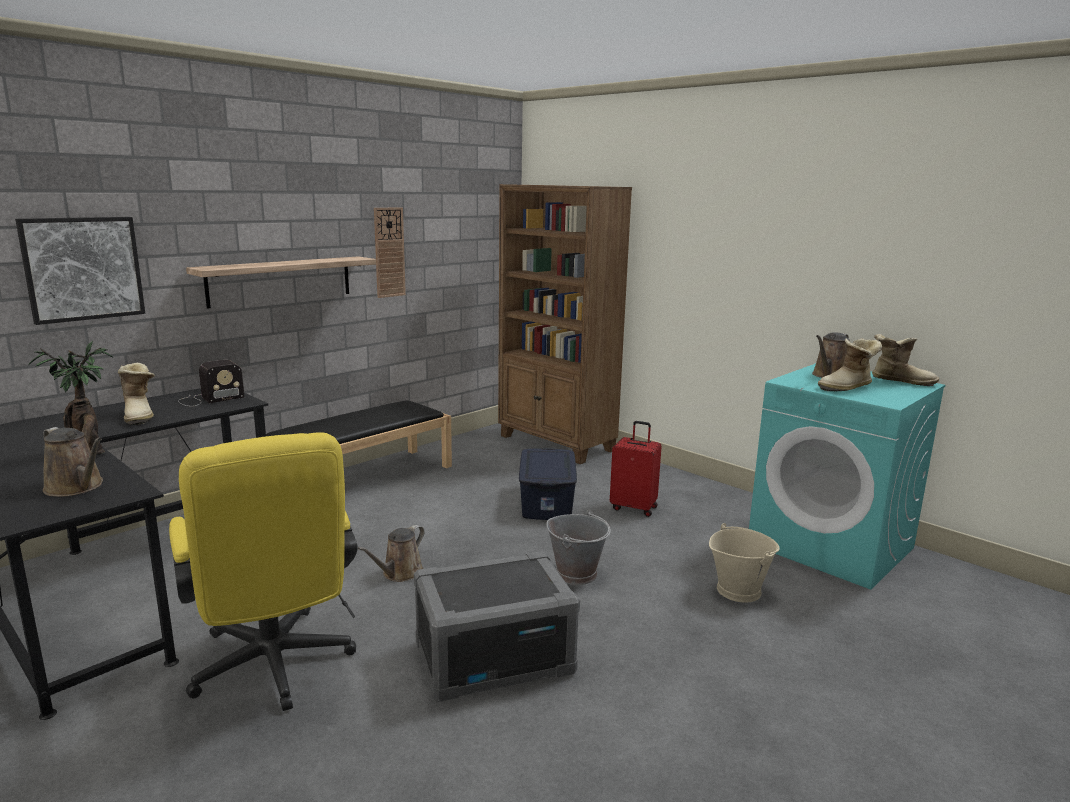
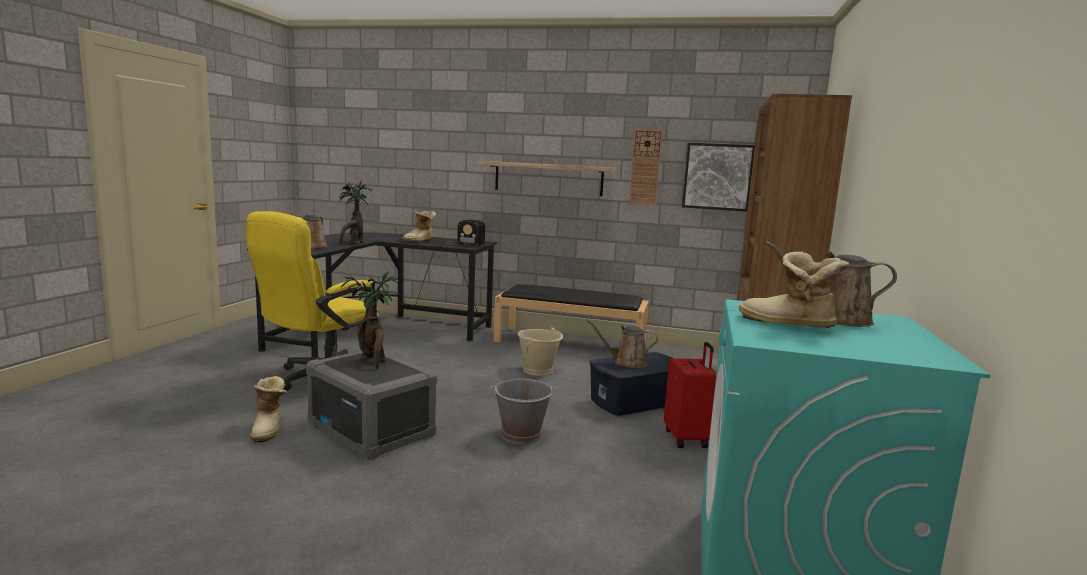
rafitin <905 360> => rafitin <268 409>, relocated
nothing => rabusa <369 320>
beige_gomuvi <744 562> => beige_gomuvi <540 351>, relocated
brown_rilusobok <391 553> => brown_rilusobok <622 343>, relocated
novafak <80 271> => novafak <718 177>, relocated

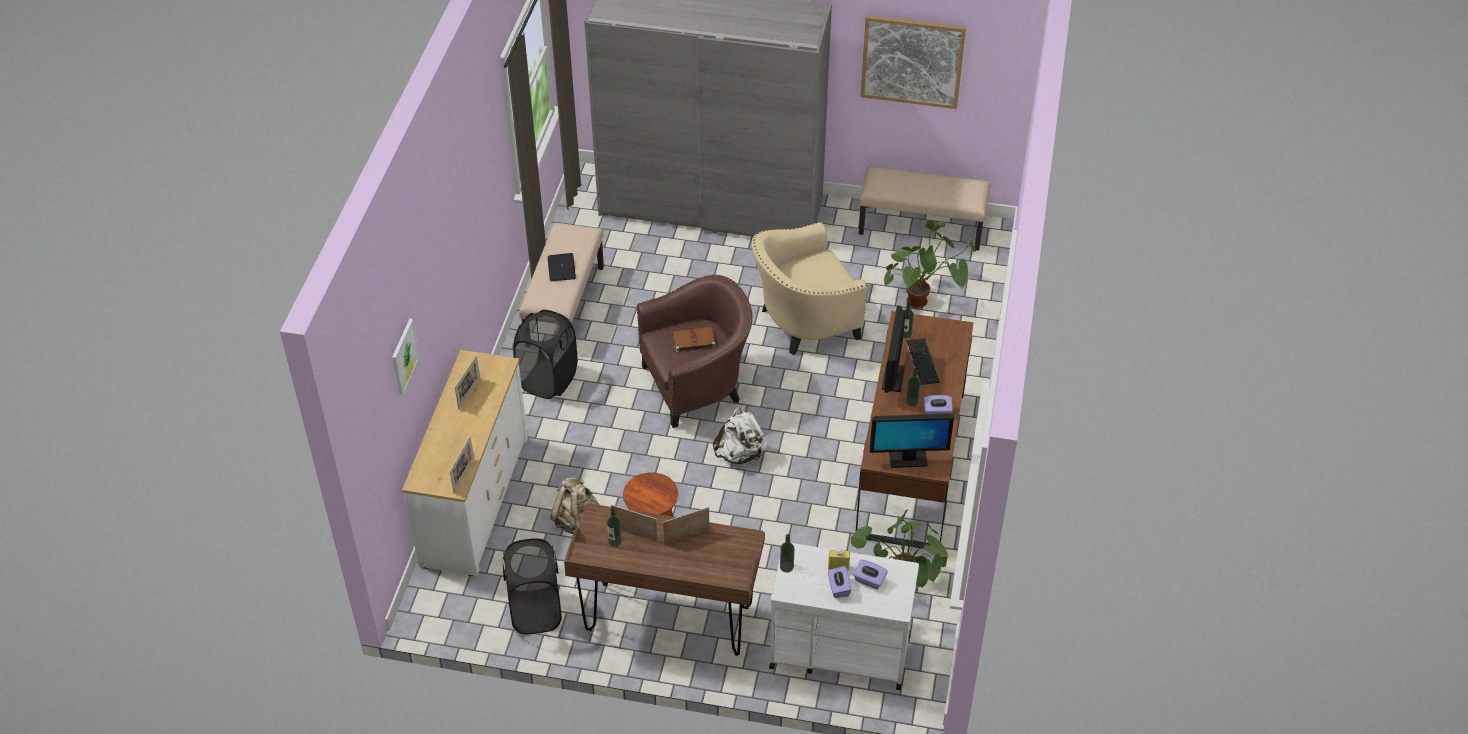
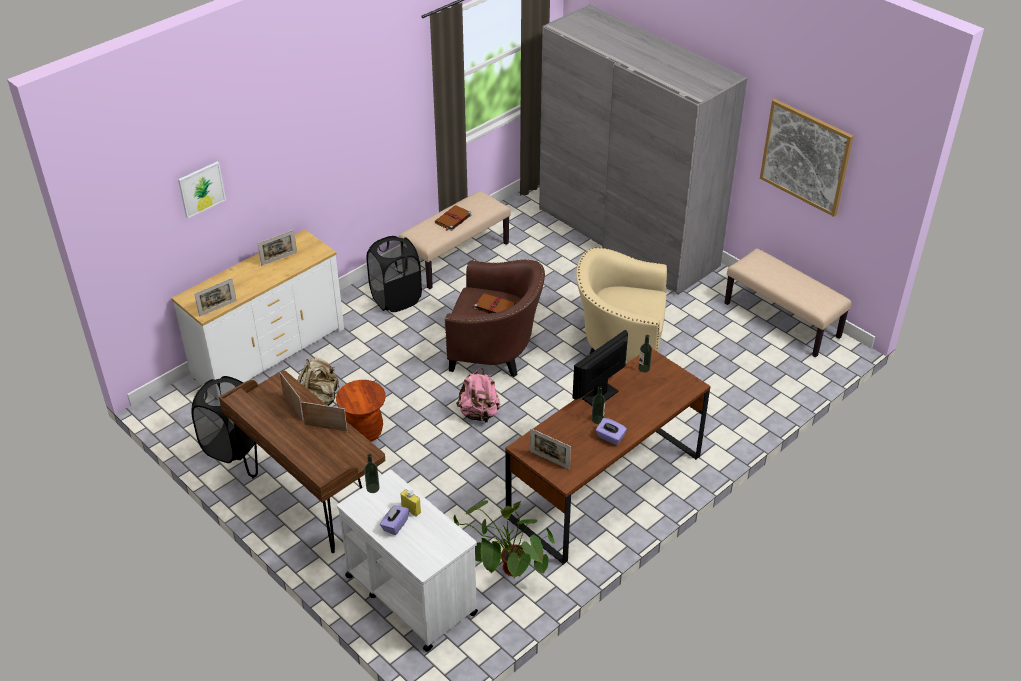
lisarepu <562 267> => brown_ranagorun <453 218>
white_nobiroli <740 435> => pink_nobiroli <478 395>
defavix <912 441> => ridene <550 449>
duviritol <614 527> => nothing
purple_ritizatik <870 574> => nothing
rabusa <930 264> => nothing
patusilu <923 361> => nothing

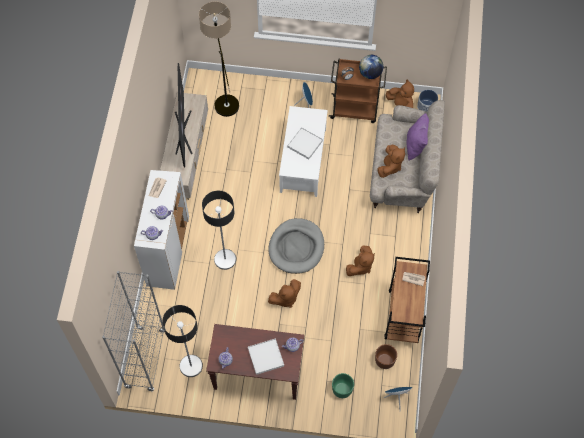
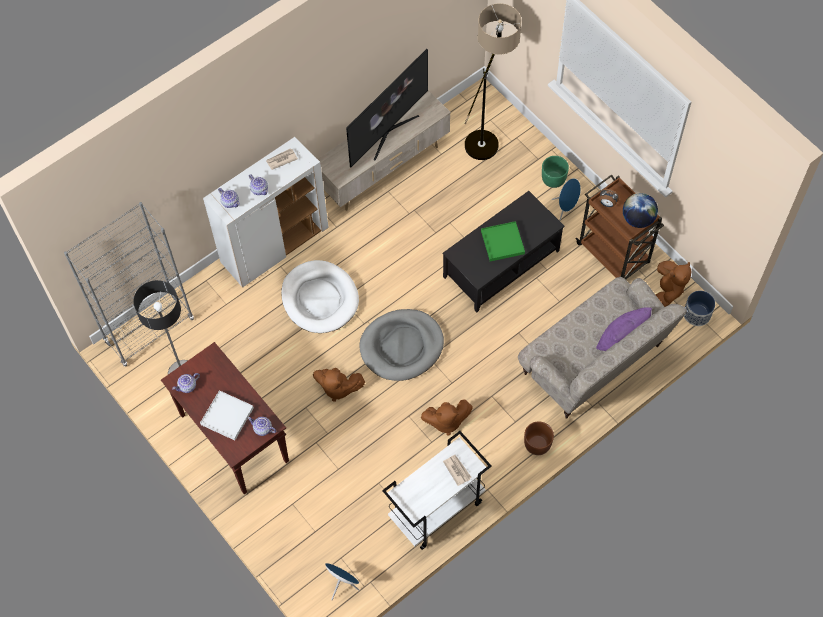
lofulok <219 230> => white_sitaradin <320 296>
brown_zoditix <407 300> => white_zoditix <437 490>
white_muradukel <303 151> => black_muradukel <503 252>
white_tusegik <305 143> => green_tusegik <503 241>
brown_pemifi <386 356> => brown_pemifi <539 438>, relocated
green_pemifi <343 385> => green_pemifi <555 172>, relocated
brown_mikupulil <391 161> => nothing

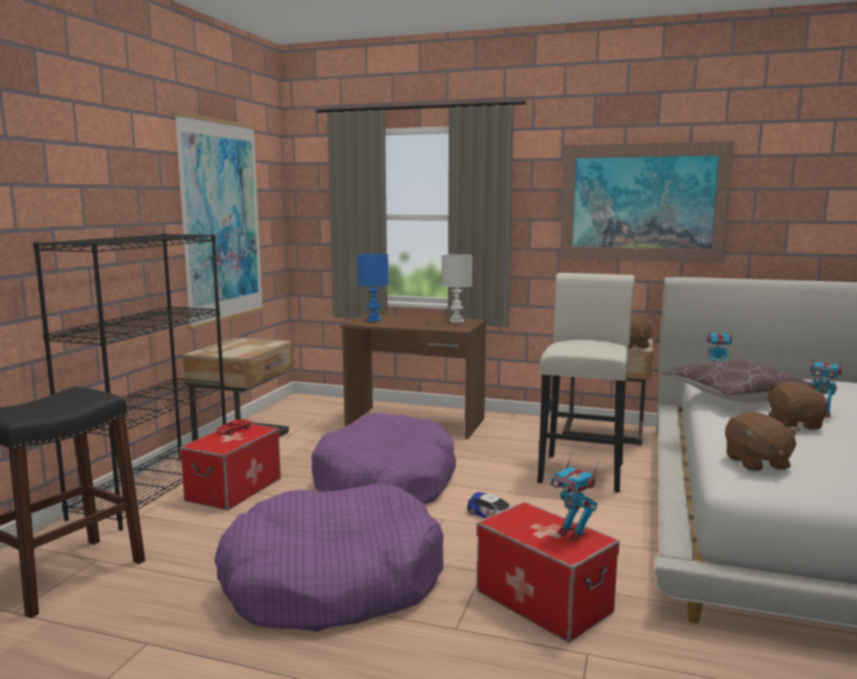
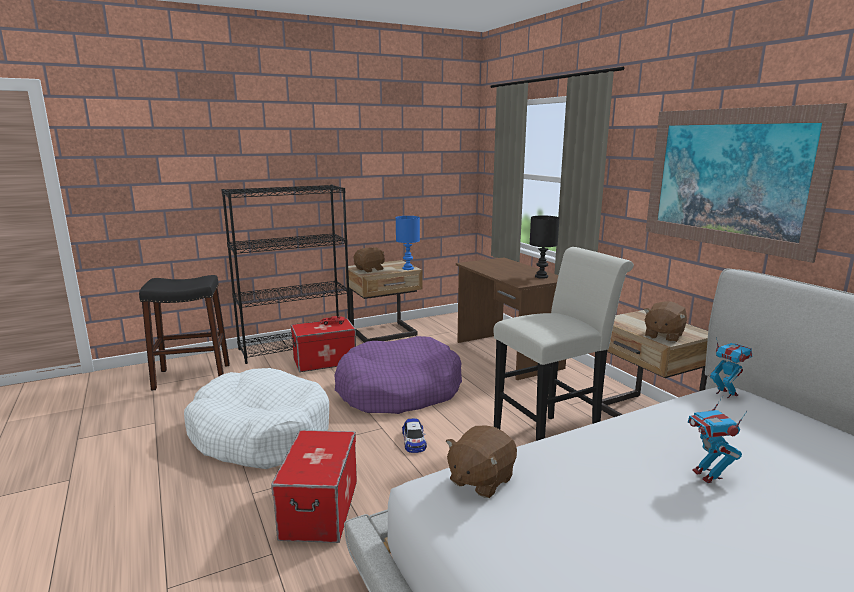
purple_sitaradin <329 558> => white_sitaradin <256 418>
brown_mikupulil <796 405> => brown_mikupulil <369 259>, relocated
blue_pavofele <373 288> => blue_pavofele <408 243>, relocated
white_pavofele <457 288> => black_pavofele <544 247>
novafak <219 220> => nothing
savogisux <574 496> => nothing
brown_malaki <739 381> => nothing

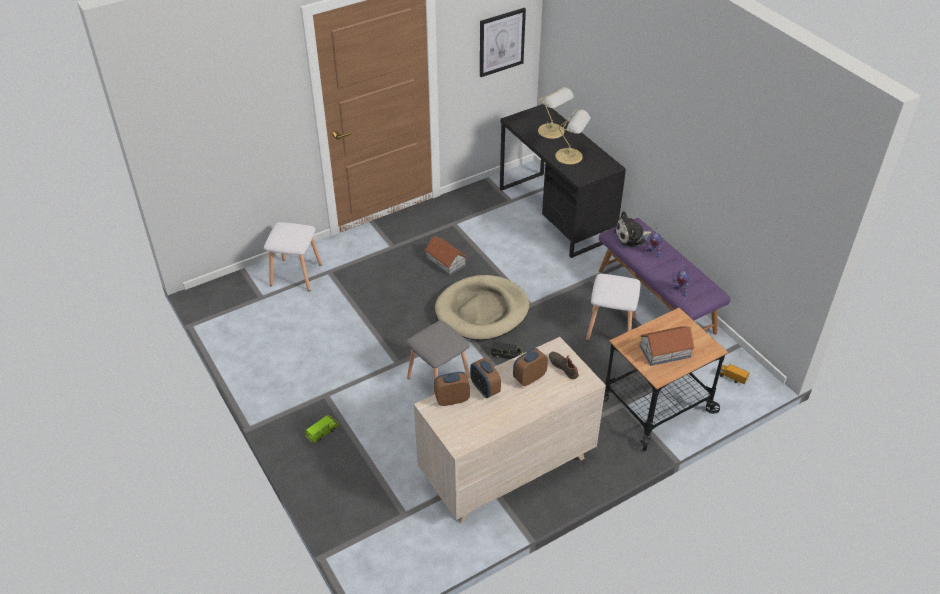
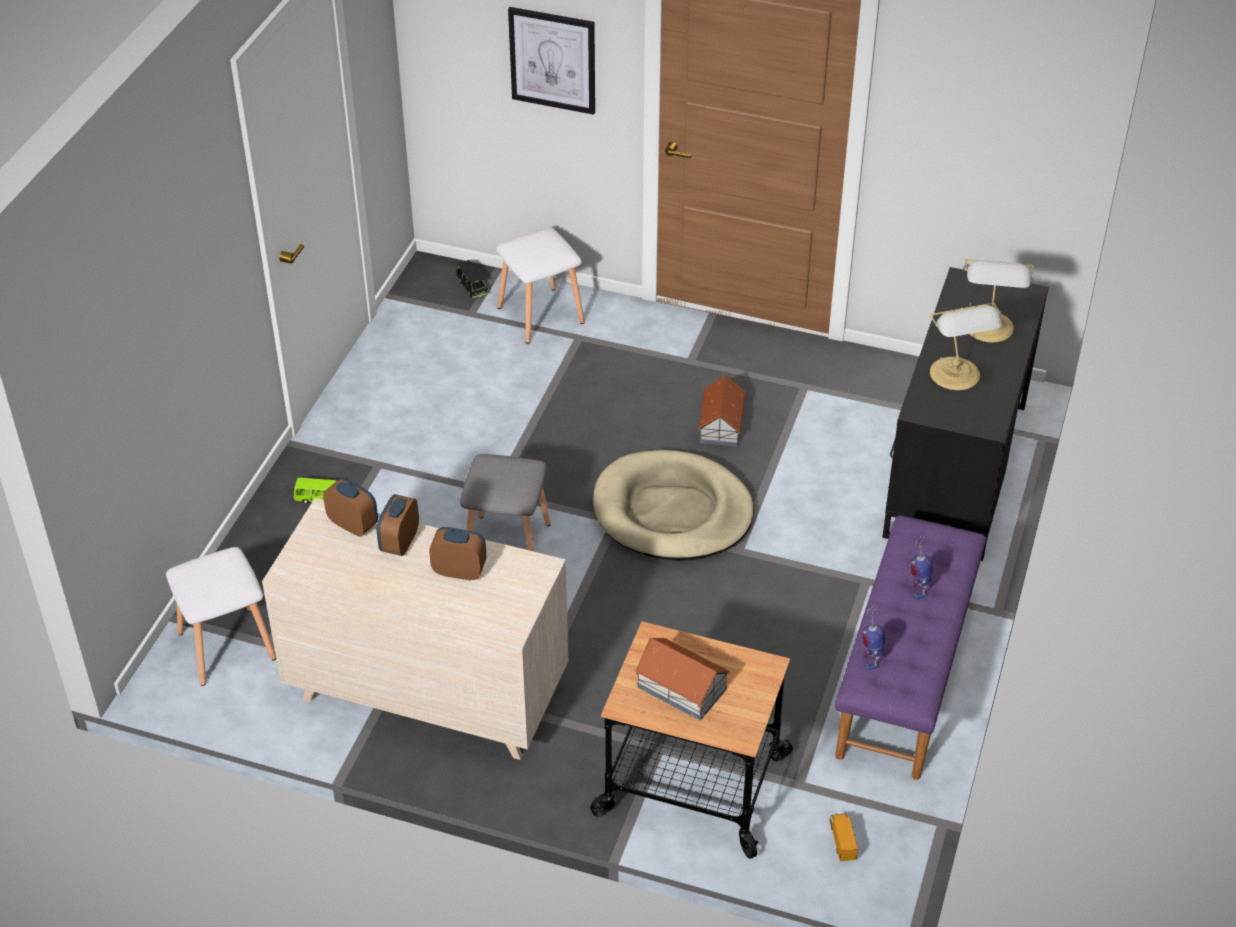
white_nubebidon <613 307> => white_nubebidon <221 616>, relocated
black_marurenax <506 350> => black_marurenax <472 279>, relocated
novafak <503 42> => novafak <551 61>, relocated
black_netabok <564 365> => nothing
mikupulil <633 229> => nothing

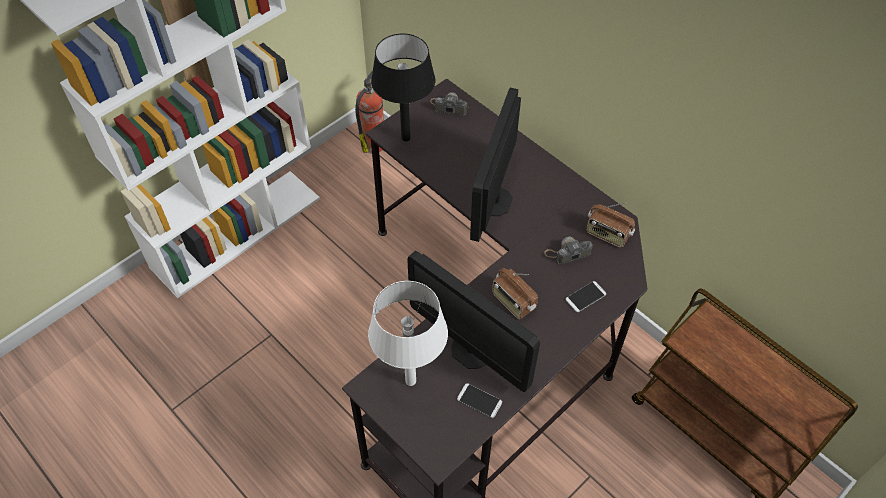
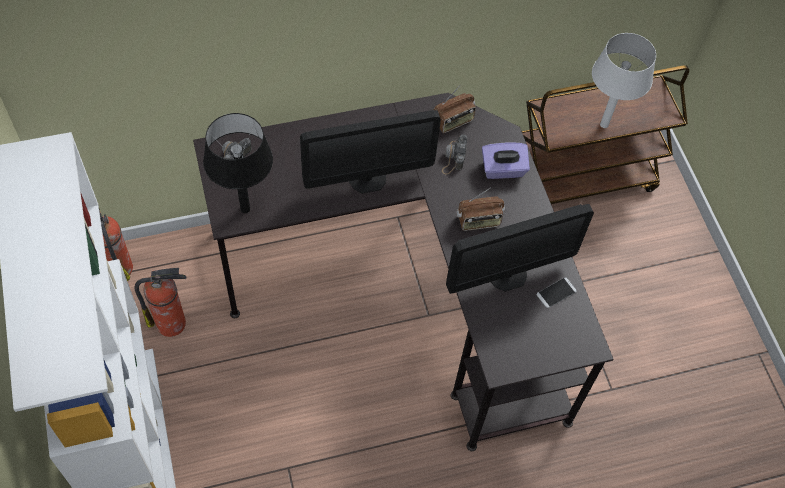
nothing => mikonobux <160 302>
defavix <495 165> => defavix <370 152>, 60 degrees counterclockwise
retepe <586 296> => purple_ritizatik <506 161>
white_pavofele <408 333> => white_pavofele <624 80>, relocated

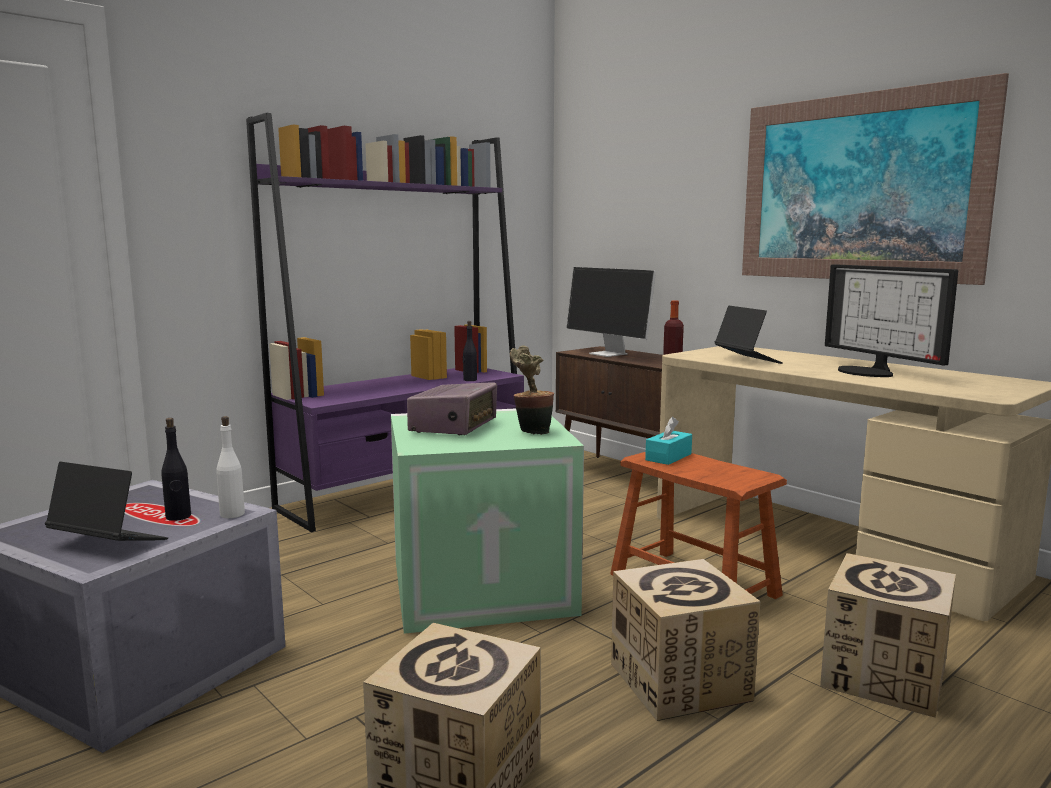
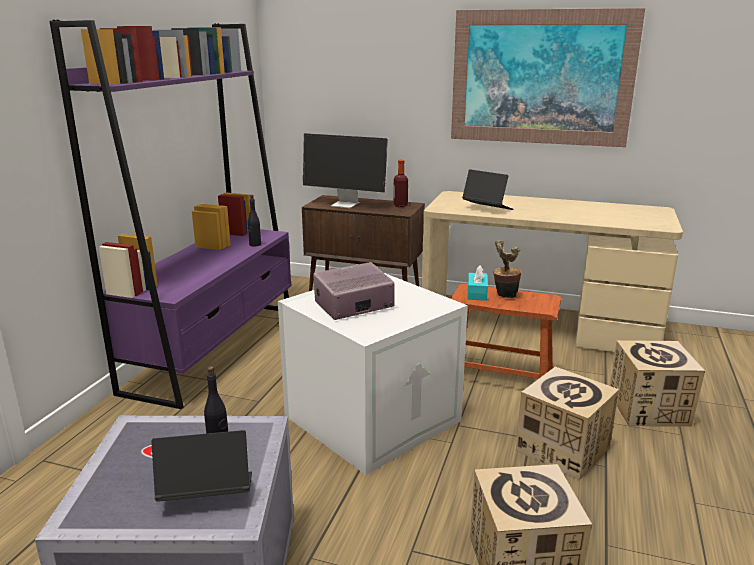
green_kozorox <487 521> => white_kozorox <373 374>
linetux <452 409> => linetux <354 291>, 105 degrees counterclockwise
rabusa <532 390> => rabusa <507 269>, relocated
white_duviritol <230 467> => nothing
defavix <891 320> => nothing

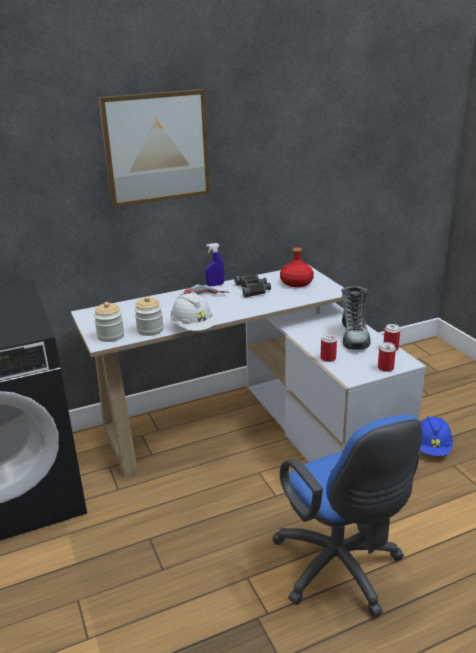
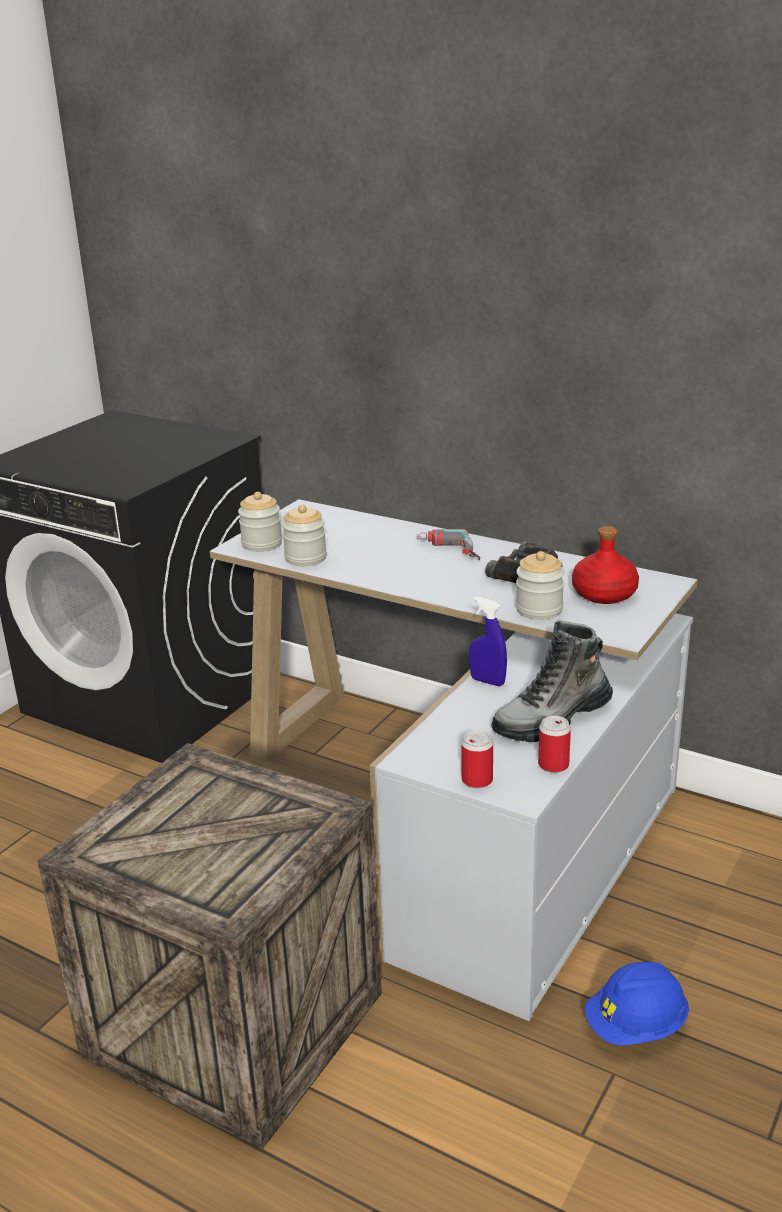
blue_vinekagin <347 515> => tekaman <210 946>
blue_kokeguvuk <214 265> => blue_kokeguvuk <488 641>, relocated
nothing => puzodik <540 585>
novafak <154 148> => nothing
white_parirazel <193 311> => nothing
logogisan <328 347> => nothing

